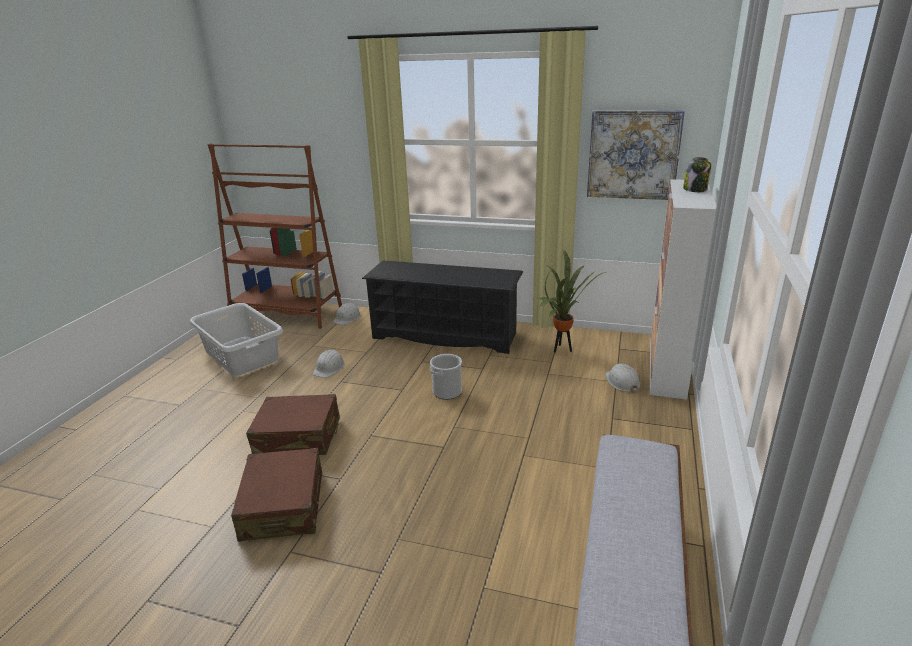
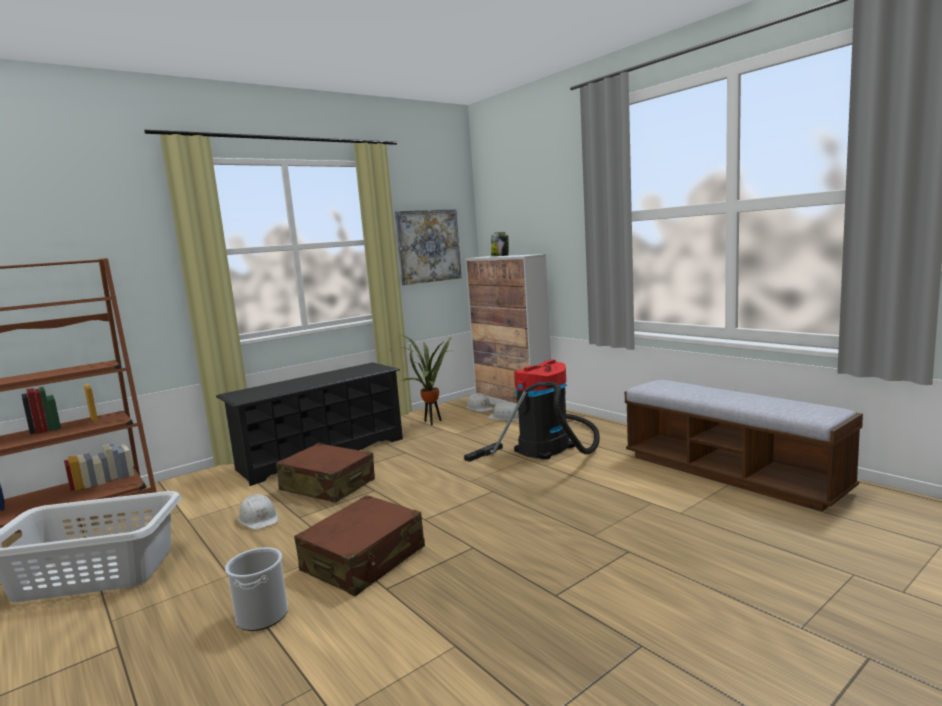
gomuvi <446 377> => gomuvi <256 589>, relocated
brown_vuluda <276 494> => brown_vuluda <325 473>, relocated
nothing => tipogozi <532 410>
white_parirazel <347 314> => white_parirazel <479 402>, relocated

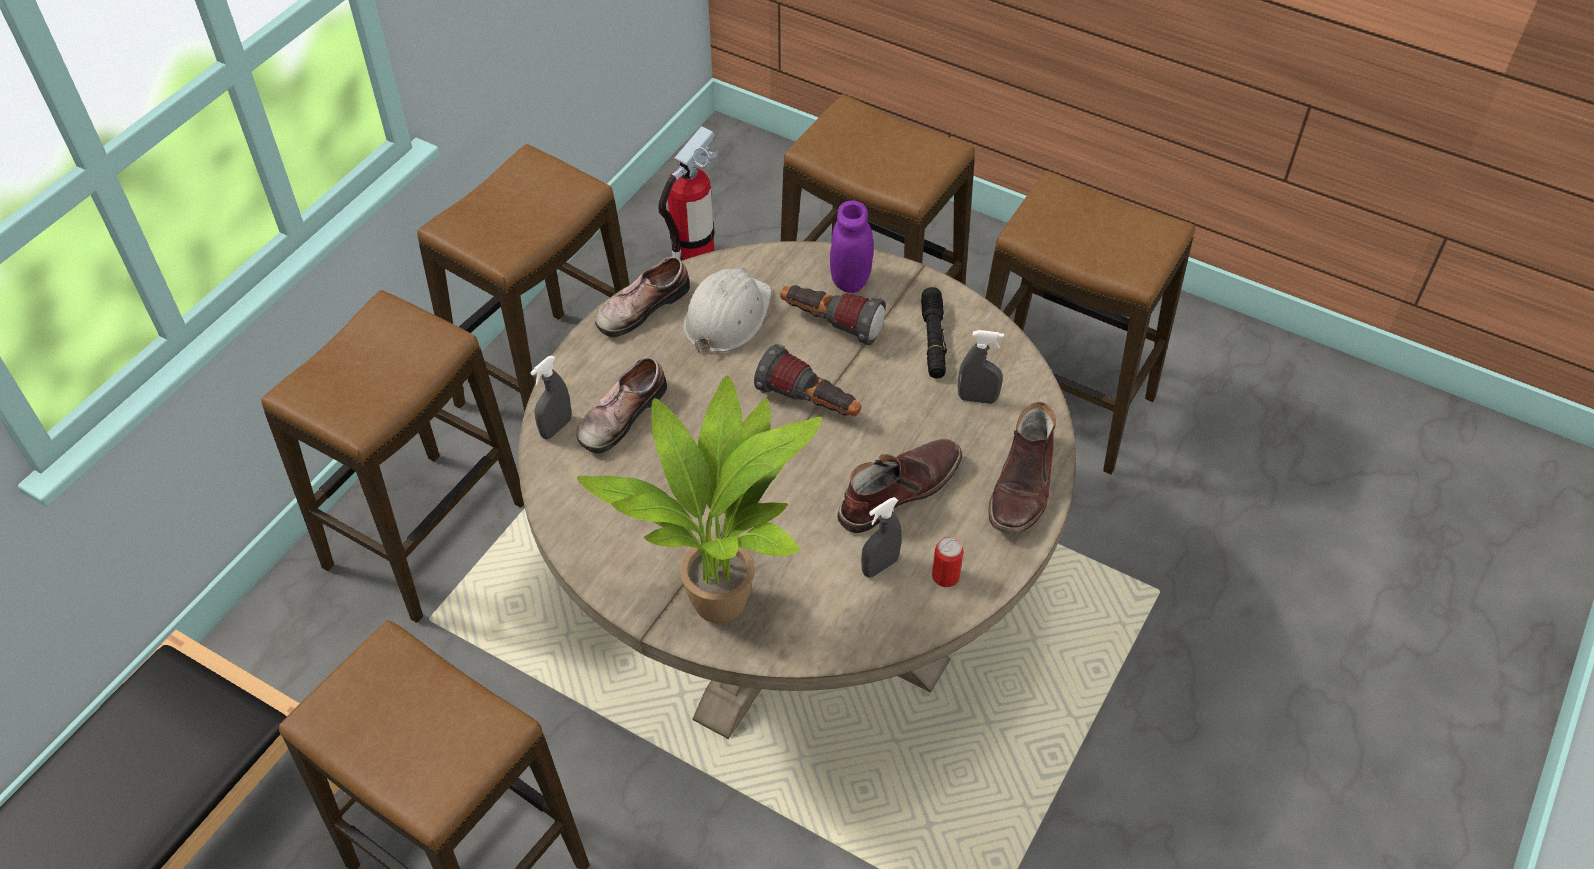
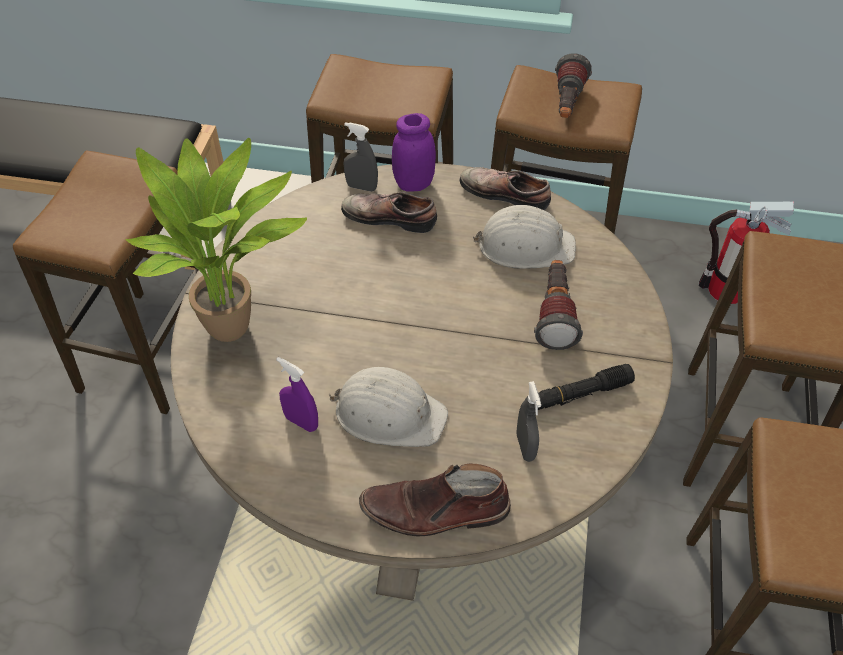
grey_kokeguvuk <881 537> => purple_kokeguvuk <297 394>
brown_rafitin <899 486> => white_parirazel <388 407>
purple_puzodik <851 246> => purple_puzodik <414 152>, relocated
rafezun <807 380> => rafezun <573 85>, relocated
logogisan <947 561> => nothing

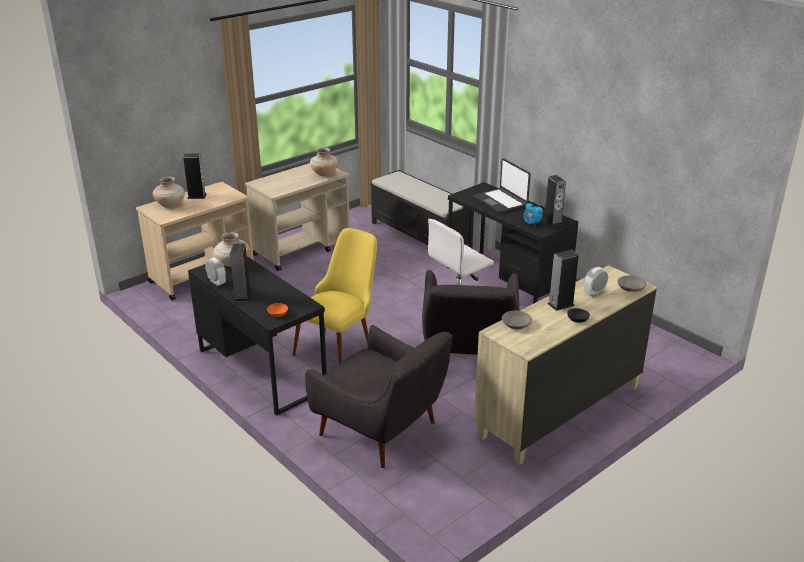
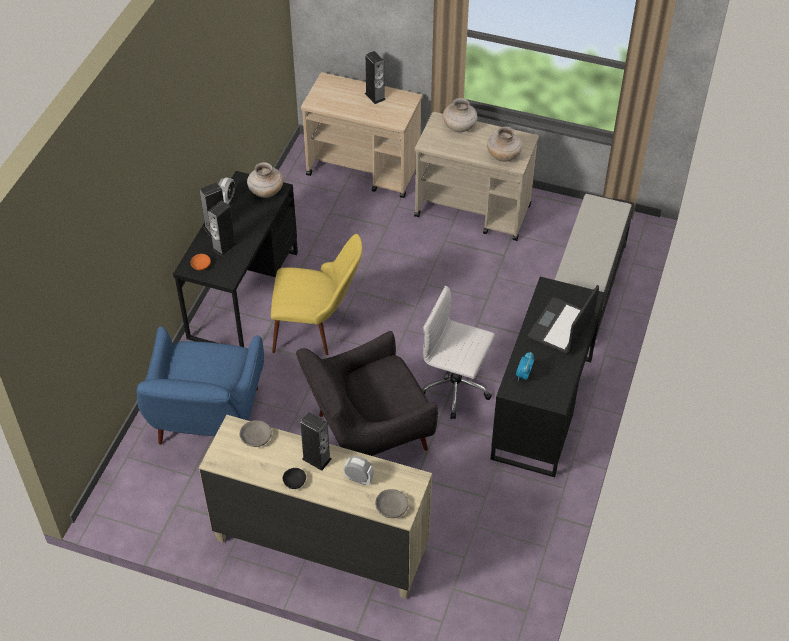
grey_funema <379 396> => blue_funema <200 385>
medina <554 200> => medina <222 228>, relocated
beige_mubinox <169 192> => beige_mubinox <460 115>, relocated

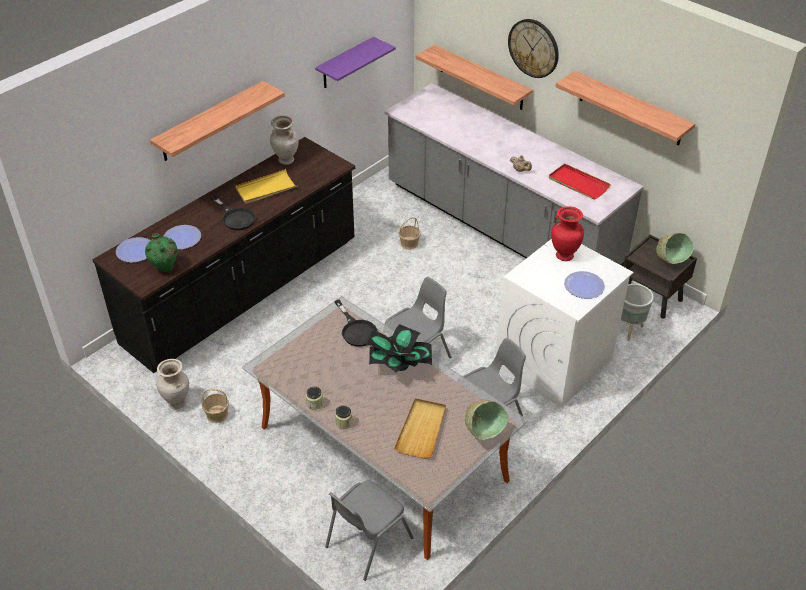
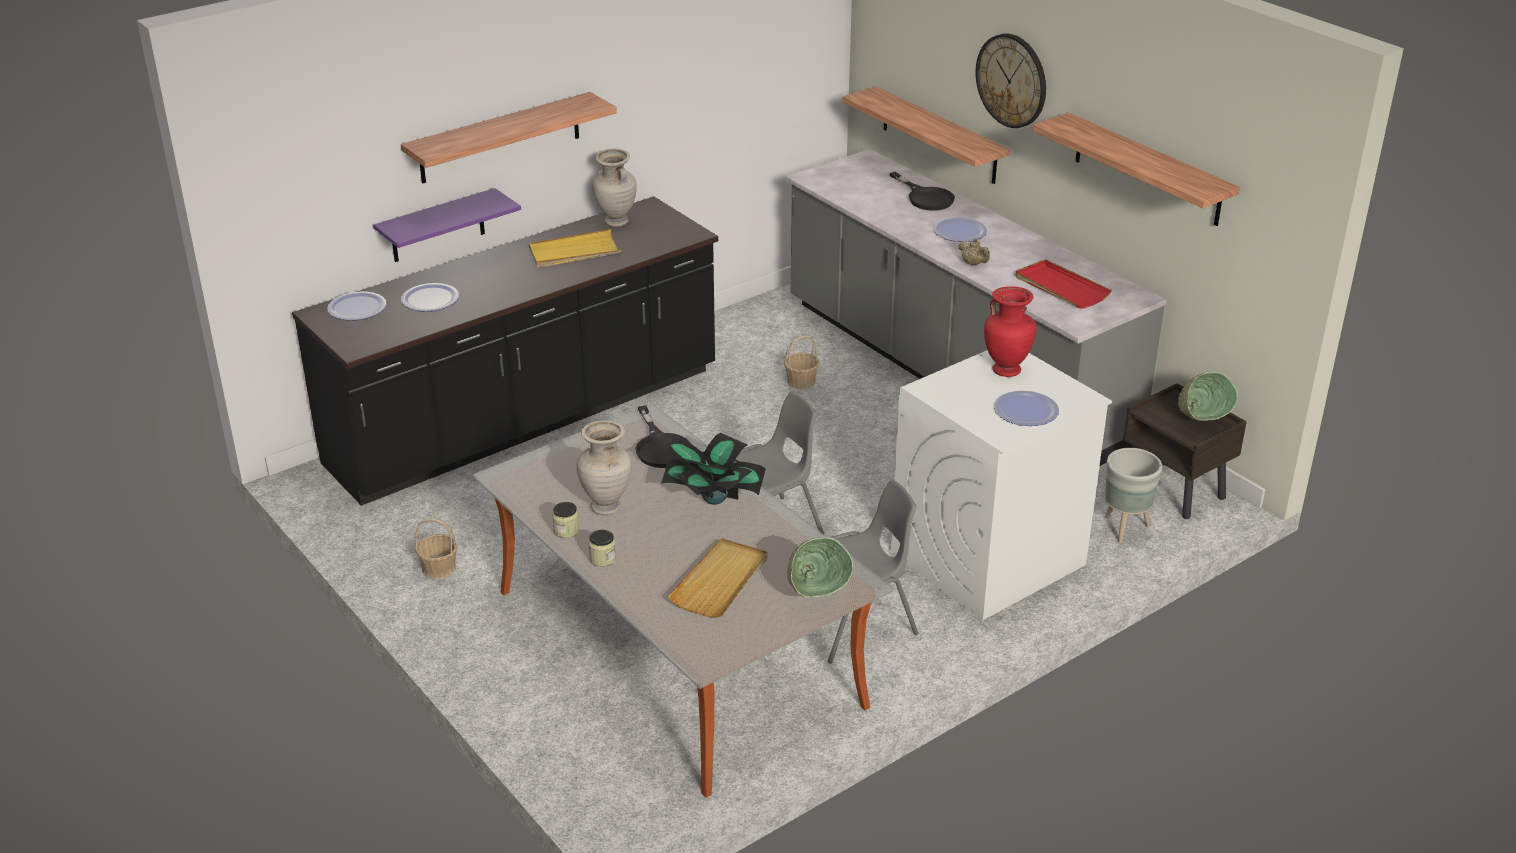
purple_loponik <355 62> => purple_loponik <447 225>, relocated
beige_mubinox <173 384> => beige_mubinox <604 467>, relocated
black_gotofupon <233 212> => black_gotofupon <922 191>, relocated
nothing => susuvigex <960 229>
green_mubinox <161 252> => nothing
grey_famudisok <369 530> => nothing

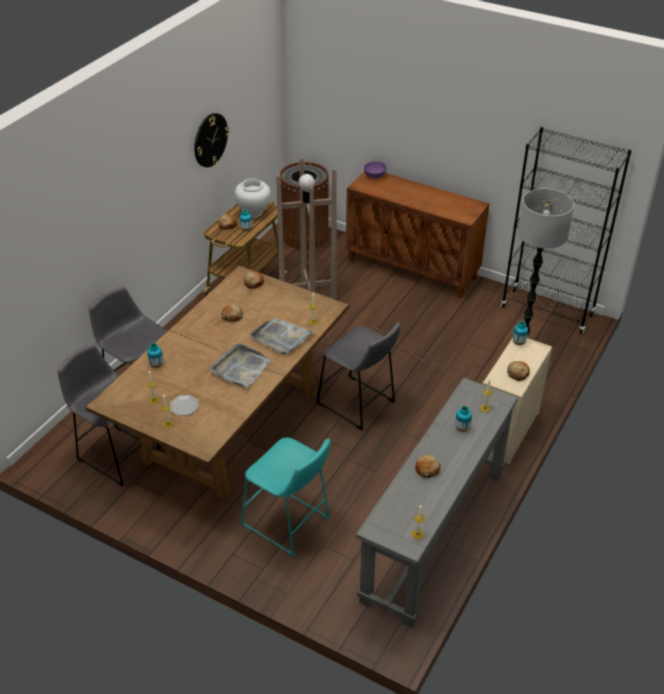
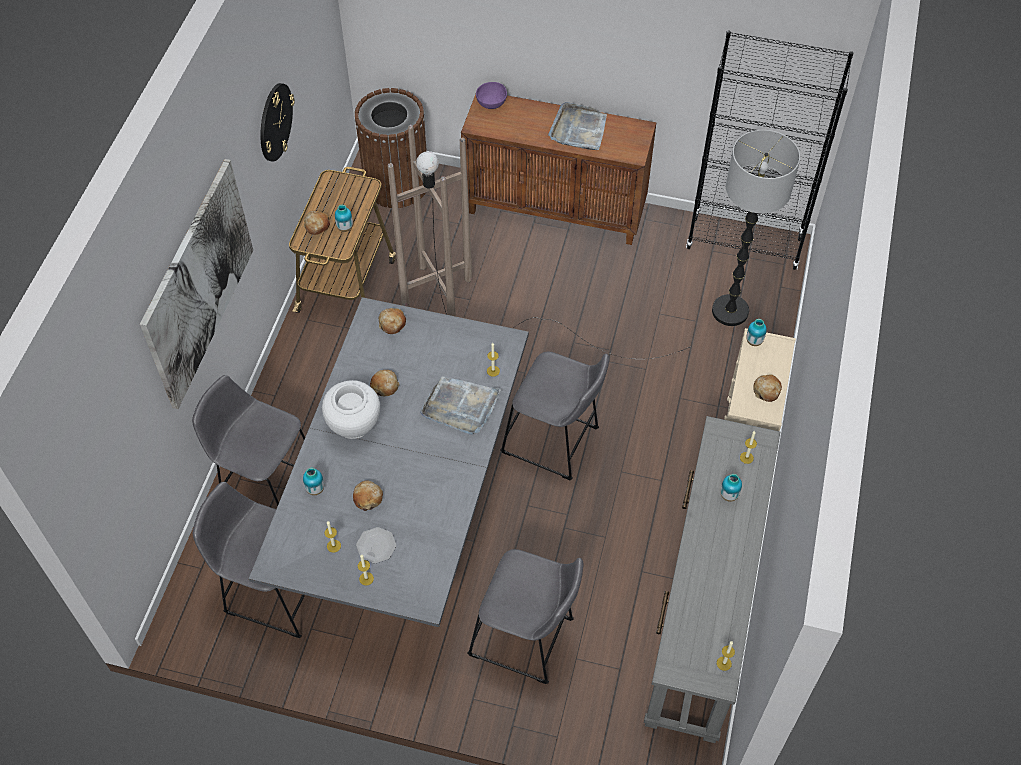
nothing => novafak <196 284>
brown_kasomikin <217 383> => grey_kasomikin <389 462>
white_mubinox <253 198> => white_mubinox <351 409>, relocated
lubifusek <428 466> => lubifusek <368 495>, relocated
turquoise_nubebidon <285 497> => grey_nubebidon <525 616>
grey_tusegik <240 365> => grey_tusegik <577 126>, relocated

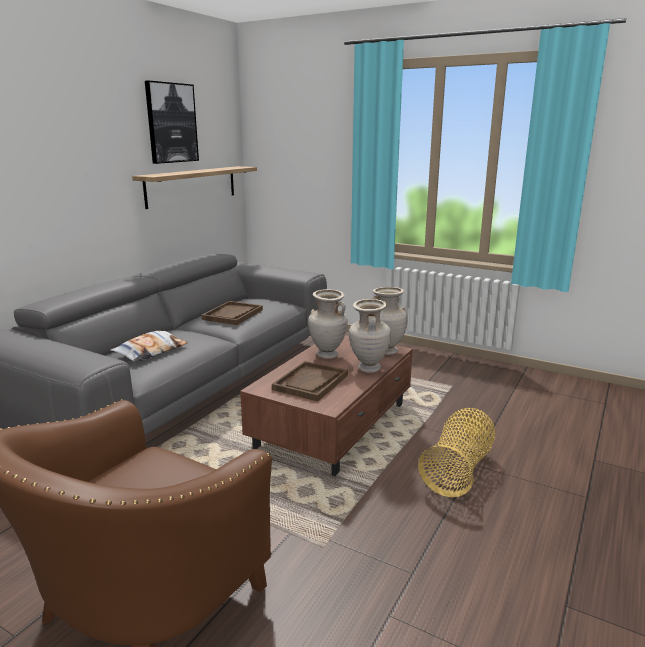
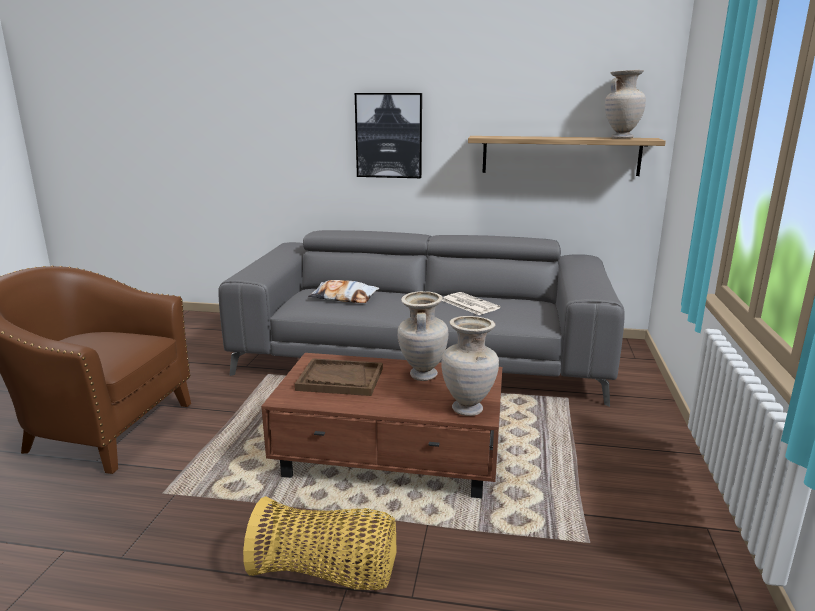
novafak <172 122> => novafak <388 135>, relocated
brown_tusegik <232 313> => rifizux <471 303>
beige_mubinox <370 336> => beige_mubinox <625 104>, relocated

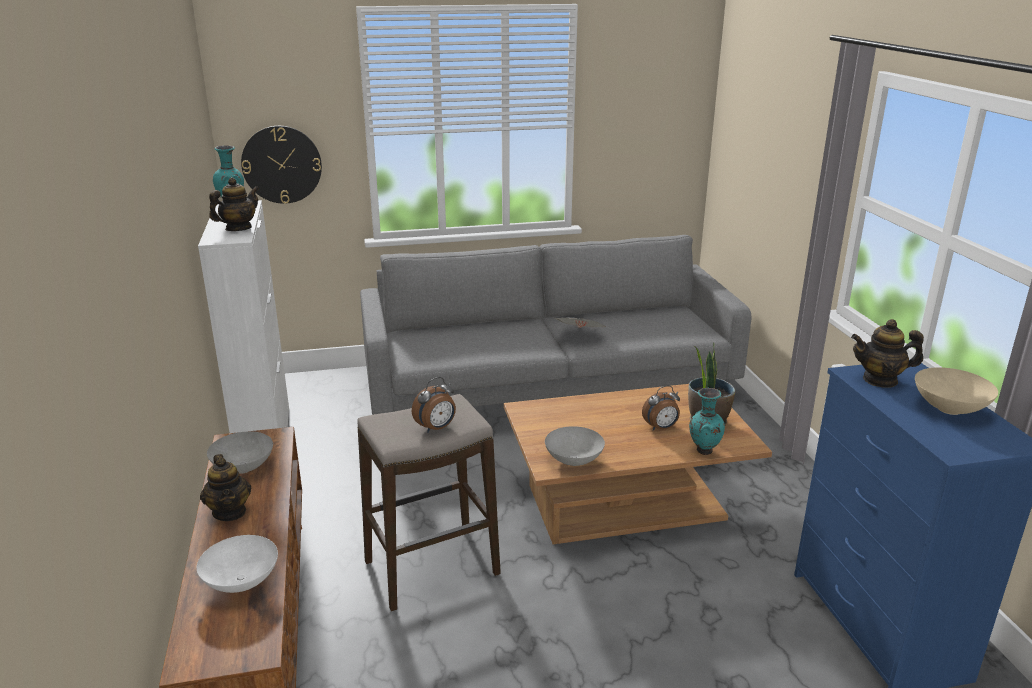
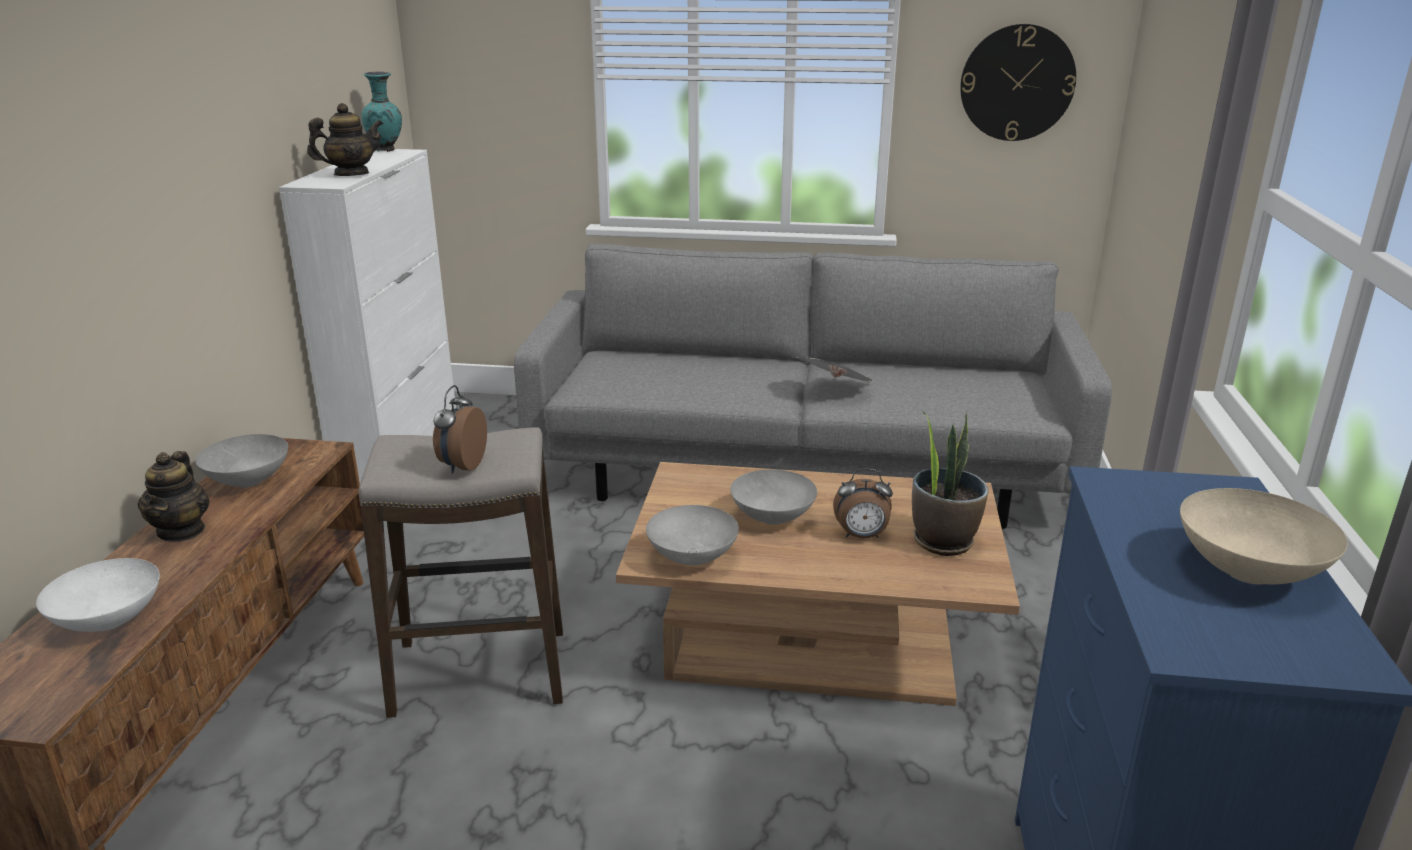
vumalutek <434 405> => vumalutek <460 429>, 120 degrees clockwise
nothing => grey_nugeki <773 497>
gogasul <281 165> => gogasul <1018 82>, relocated
turquoise_mubinox <707 421> => nothing
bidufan <887 353> => nothing

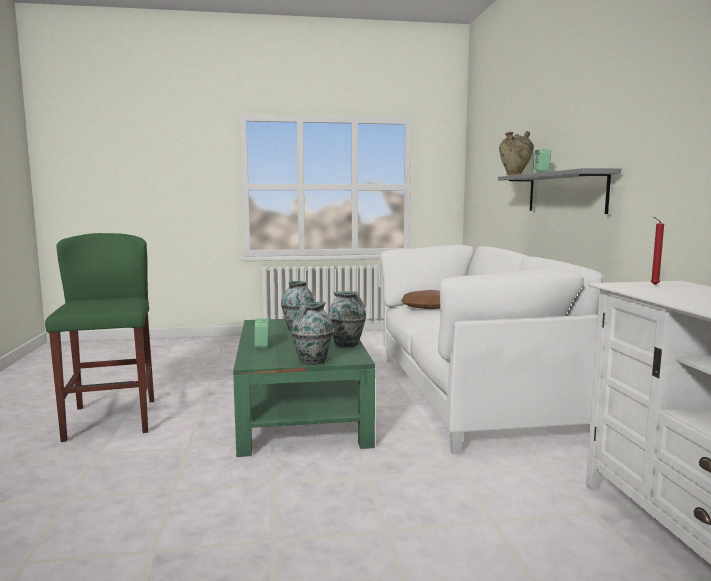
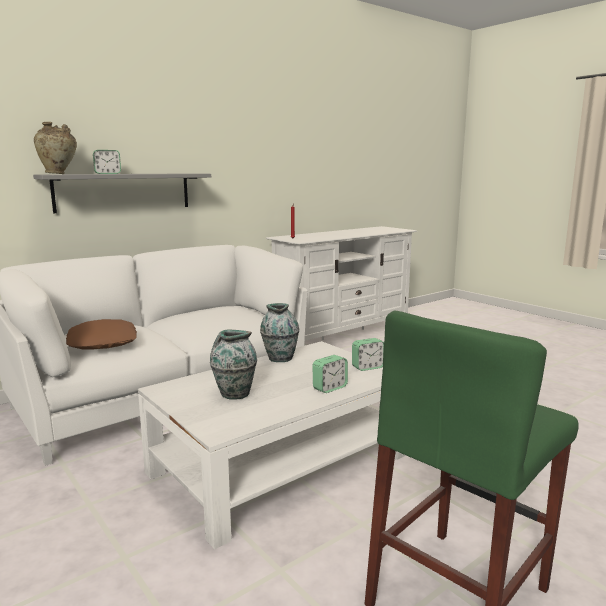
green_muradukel <304 388> => white_muradukel <272 445>
nothing => vumalutek <368 354>
mubinox <312 333> => nothing

